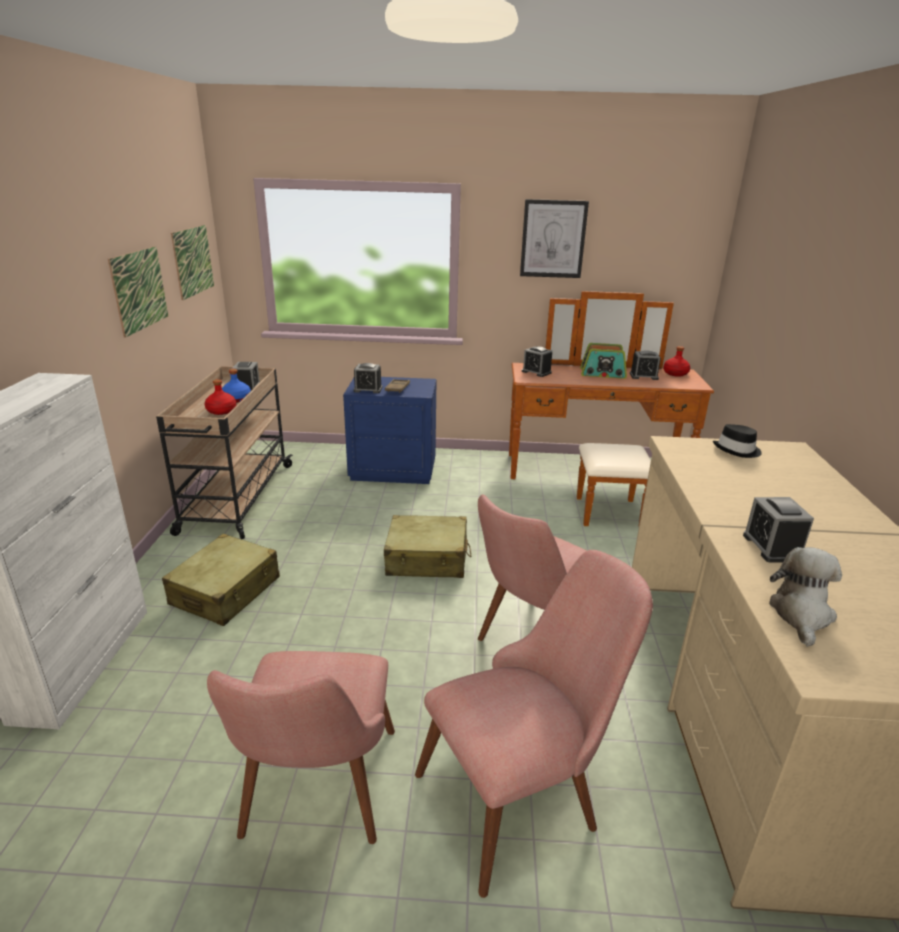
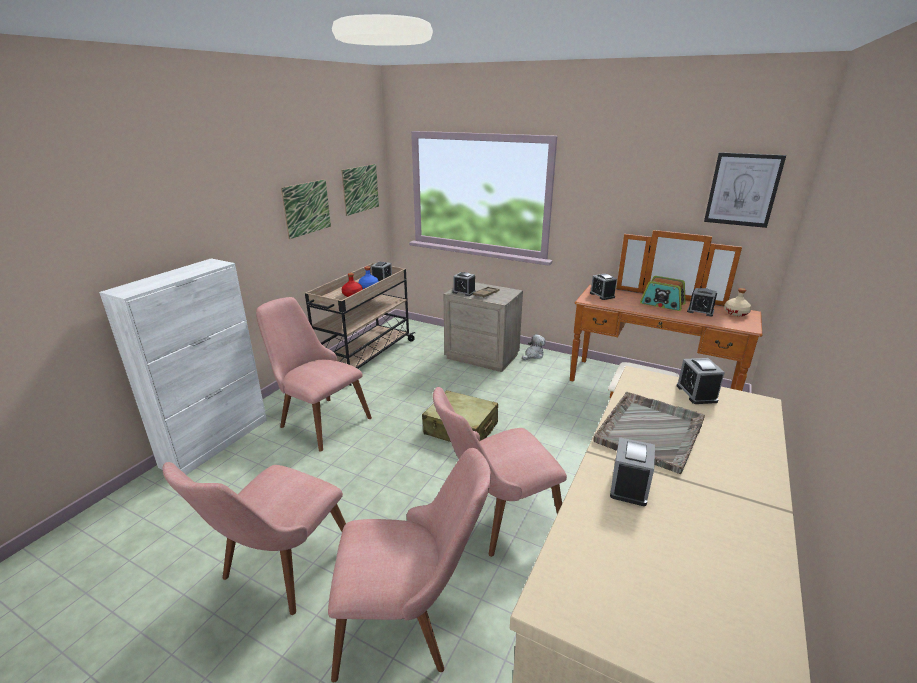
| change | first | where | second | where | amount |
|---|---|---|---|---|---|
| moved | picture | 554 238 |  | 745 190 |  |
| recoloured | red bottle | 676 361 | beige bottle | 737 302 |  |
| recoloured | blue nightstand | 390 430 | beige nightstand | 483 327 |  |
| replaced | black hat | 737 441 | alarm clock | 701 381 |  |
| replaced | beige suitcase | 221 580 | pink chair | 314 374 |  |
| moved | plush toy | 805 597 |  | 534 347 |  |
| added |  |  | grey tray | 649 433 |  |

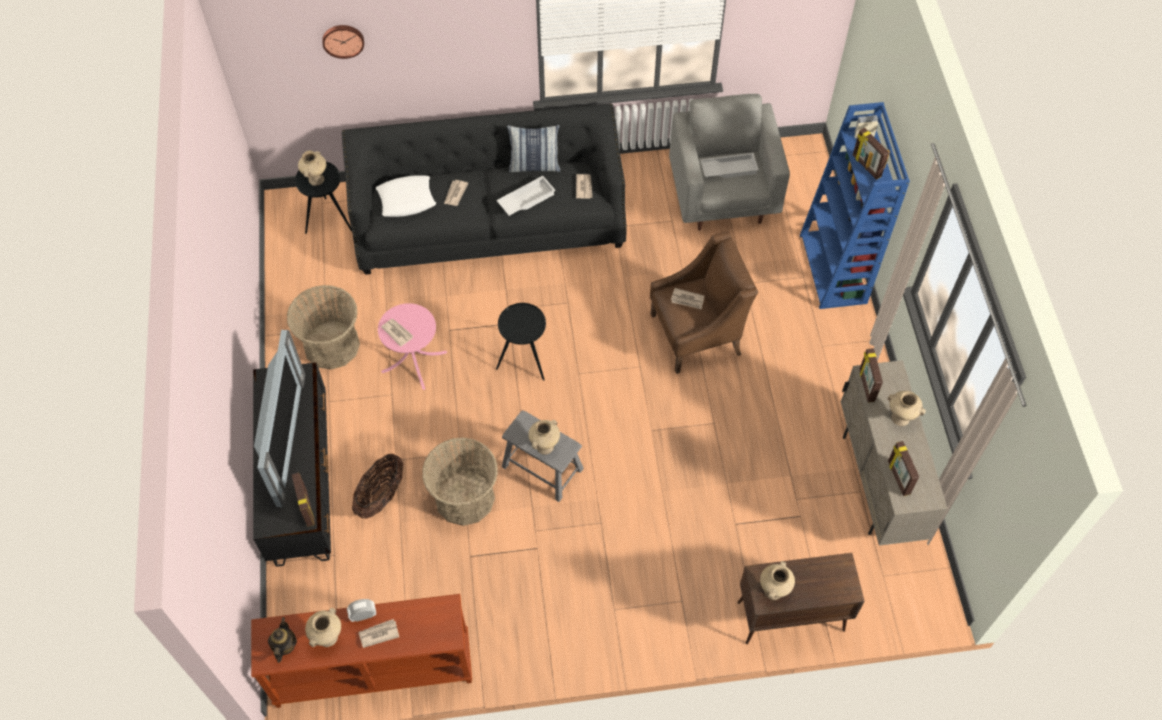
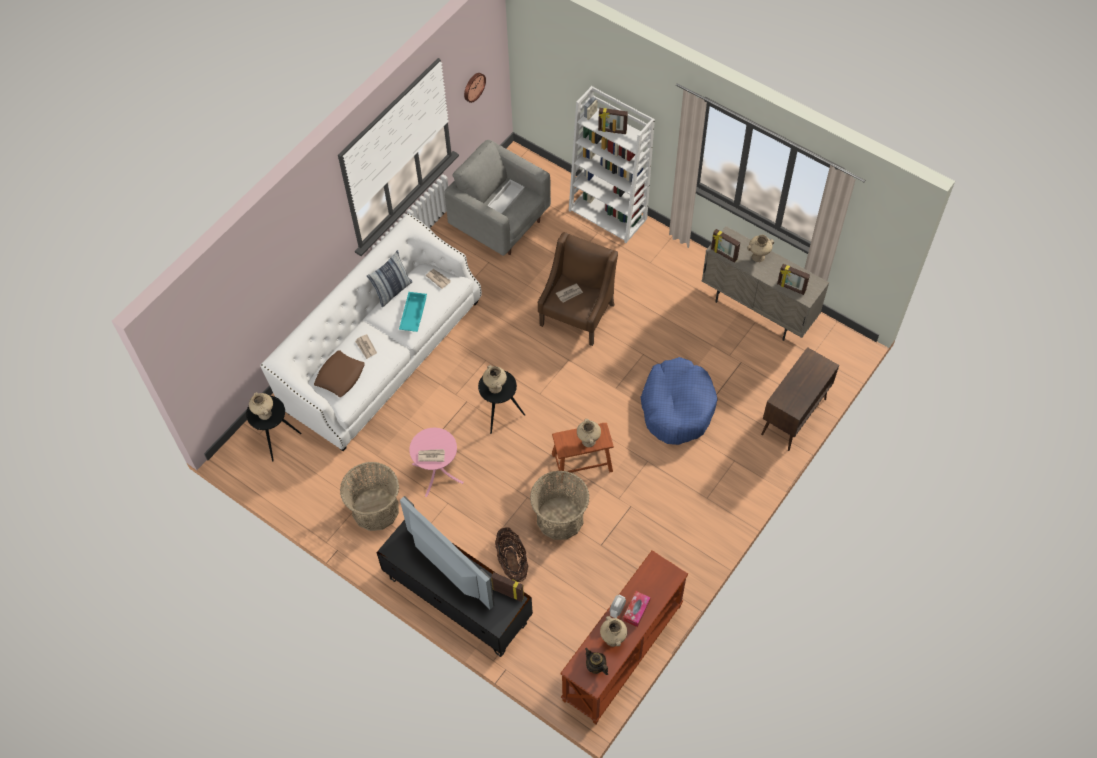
| change | first | where | second | where | amount |
|---|---|---|---|---|---|
| moved | wall clock | 343 42 |  | 475 88 |  |
| recoloured | blue bookcase | 855 205 | white bookcase | 612 164 |  |
| recoloured | black sofa | 484 189 | white sofa | 371 332 |  |
| recoloured | white pillow | 406 196 | brown pillow | 339 373 |  |
| recoloured | white tray | 526 196 | turquoise tray | 413 312 |  |
| recoloured | grey stool | 543 456 | brown stool | 583 453 |  |
| moved | beige vase | 777 580 |  | 495 379 |  |
| replaced | newspaper | 378 633 | tissue box | 637 609 |  |
| added |  |  | blue dog bed | 679 401 |  |

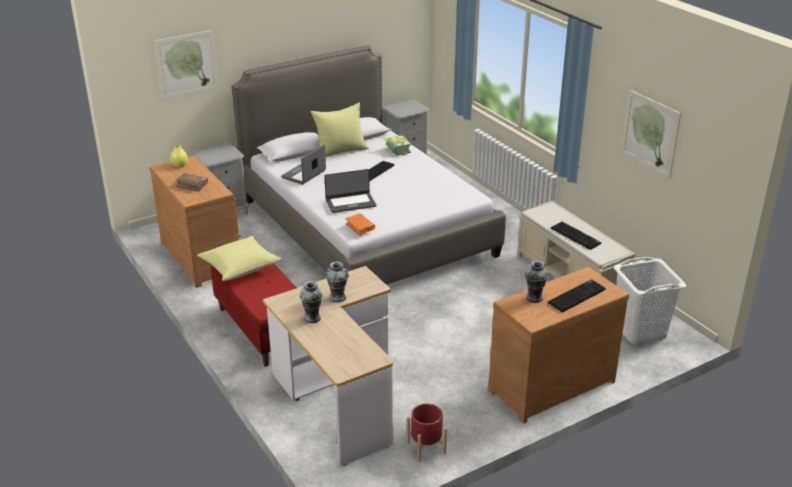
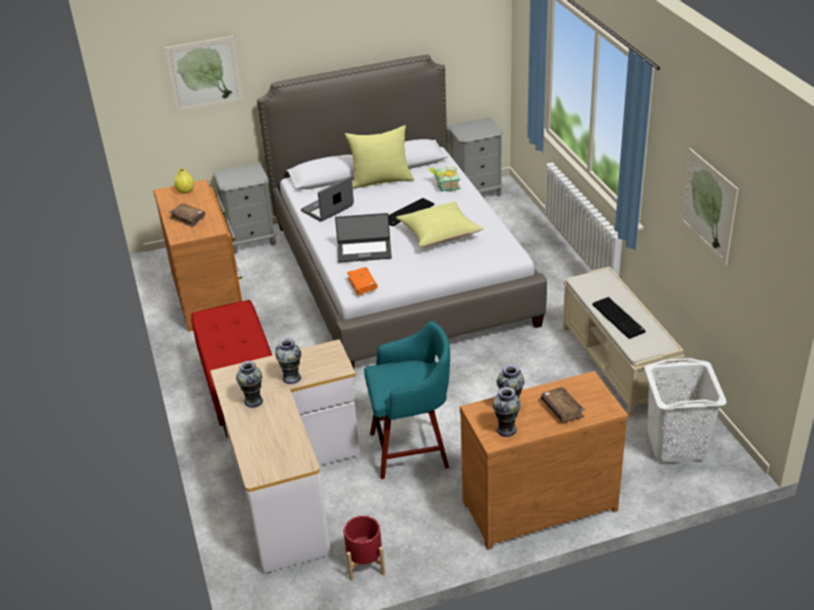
| change | first | where | second | where | amount |
|---|---|---|---|---|---|
| moved | yellow pillow | 239 258 |  | 440 224 |  |
| replaced | keyboard | 576 295 | brown book | 563 405 |  |
| added |  |  | turquoise stool | 407 400 |  |
| added |  |  | vase | 506 412 |  |

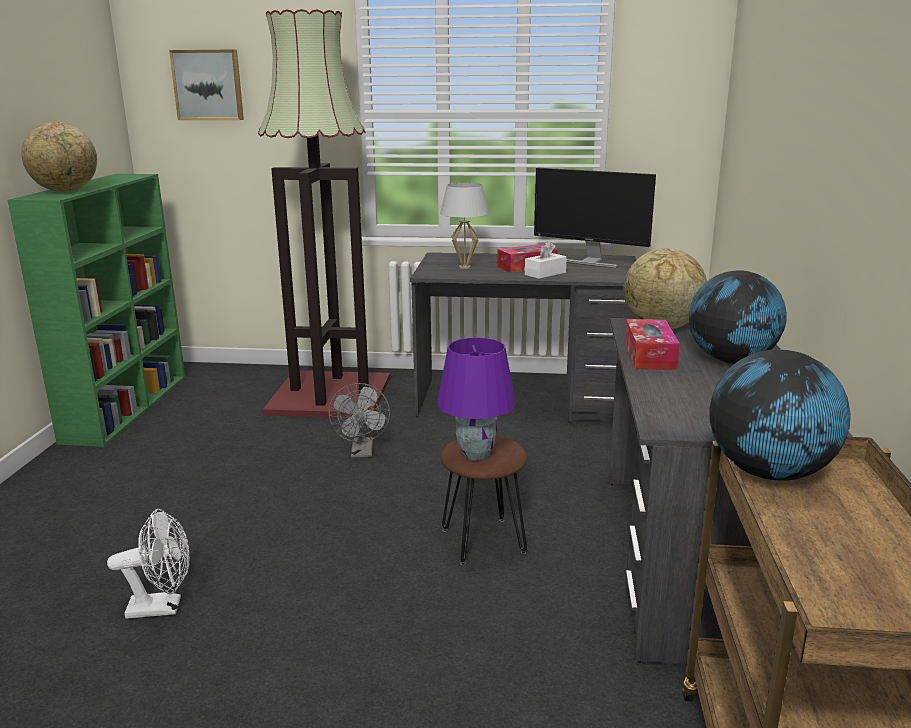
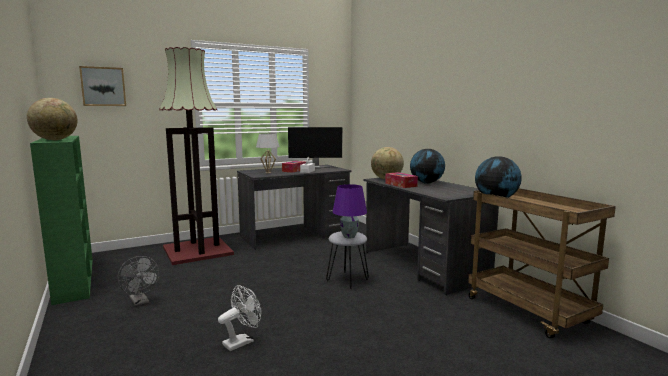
| change | first | where | second | where | amount |
|---|---|---|---|---|---|
| moved | grey fan | 359 420 |  | 138 281 |  |
| recoloured | brown stool | 484 500 | grey stool | 347 260 |  |

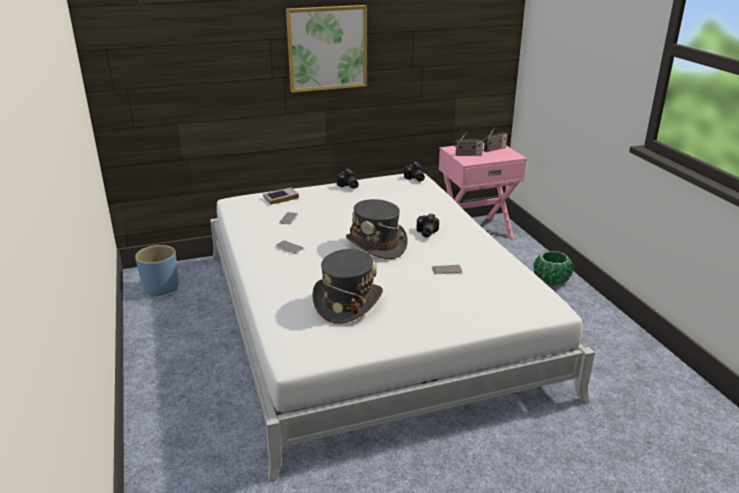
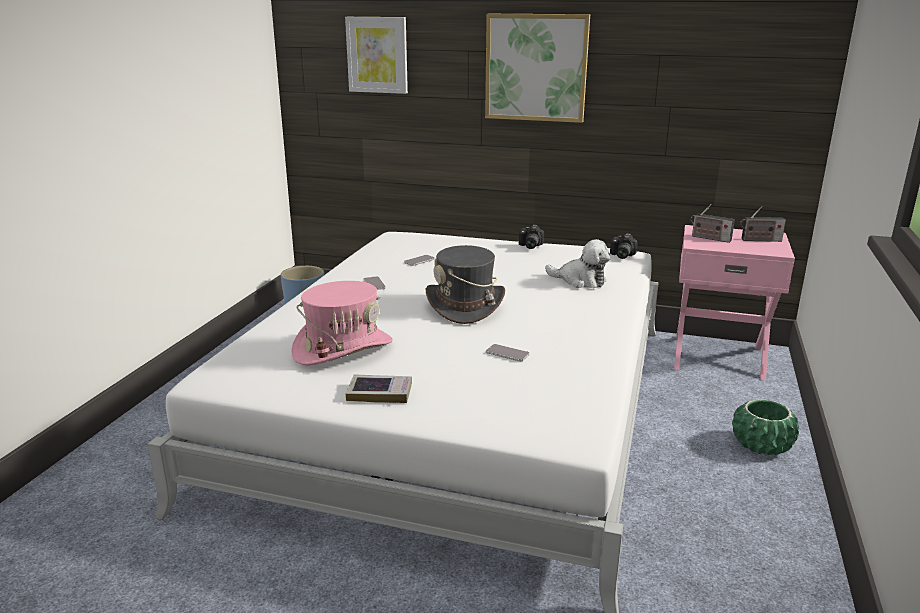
| change | first | where | second | where | amount |
|---|---|---|---|---|---|
| moved | book | 281 196 |  | 379 388 |  |
| removed | photo camera | 428 225 |  |  |  |
| recoloured | grey hat | 347 286 | pink hat | 342 323 |  |
| added |  |  | picture | 376 55 |  |
| added |  |  | plush toy | 578 263 |  |

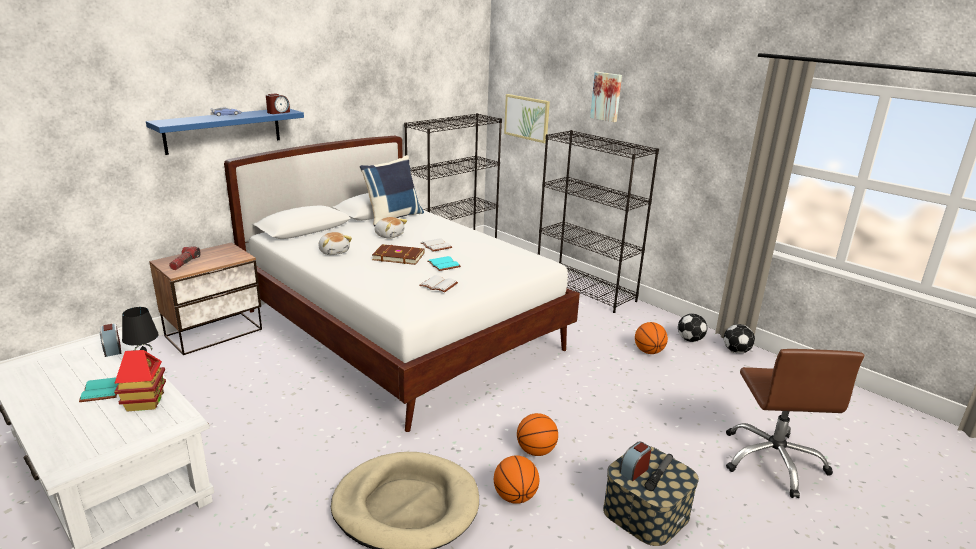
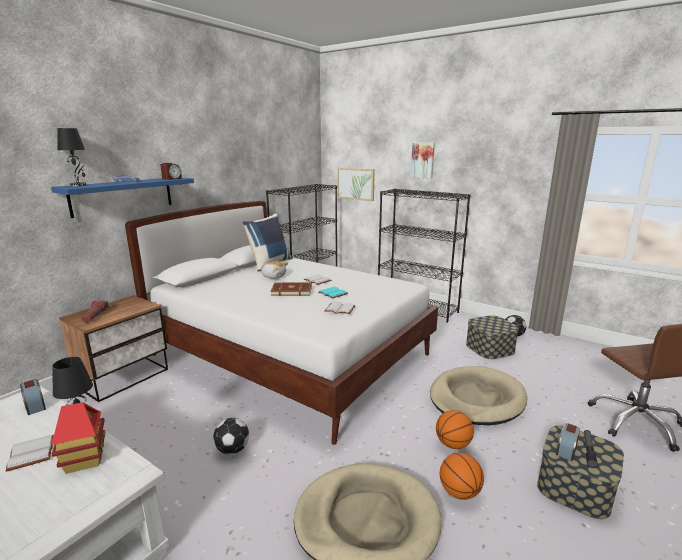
| change | first | where | second | where | amount |
|---|---|---|---|---|---|
| removed | plush toy | 335 243 |  |  |  |
| replaced | basketball | 651 338 | storage box | 492 337 |  |
| moved | football | 739 338 |  | 231 436 |  |
| recoloured | turquoise book | 99 389 | white book | 30 453 |  |
| added |  |  | black table lamp | 71 157 |  |
| added |  |  | beige dog bed | 478 395 |  |

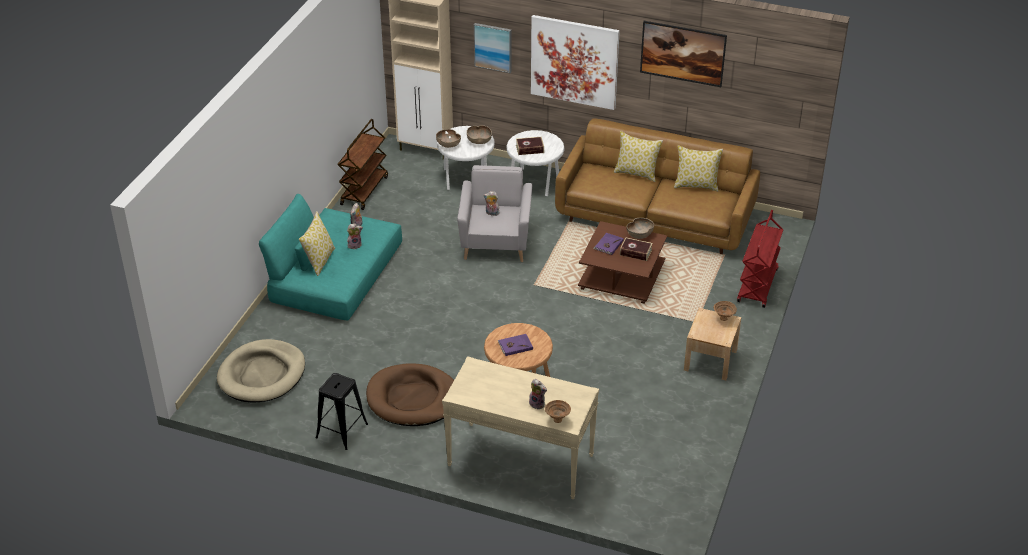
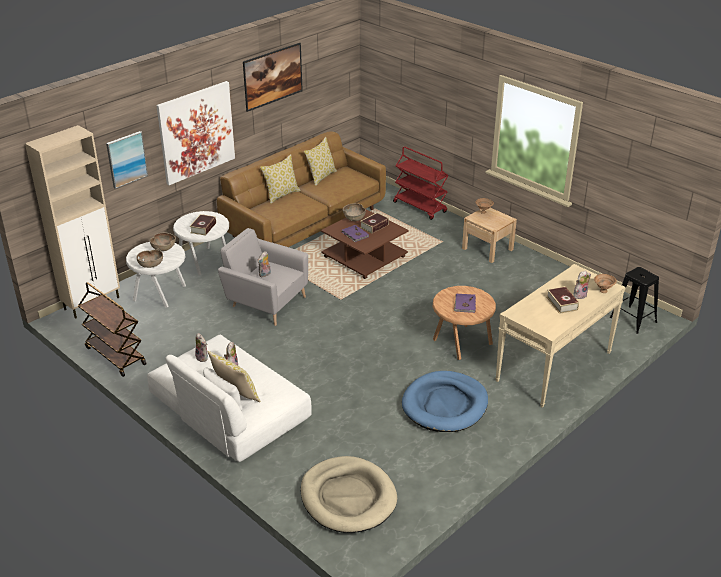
| change | first | where | second | where | amount |
|---|---|---|---|---|---|
| recoloured | turquoise sofa | 330 257 | white sofa | 229 398 |  |
| recoloured | brown dog bed | 410 394 | blue dog bed | 445 401 |  |
| moved | black stool | 342 411 |  | 634 300 |  |
| added |  |  | book | 562 300 |  |

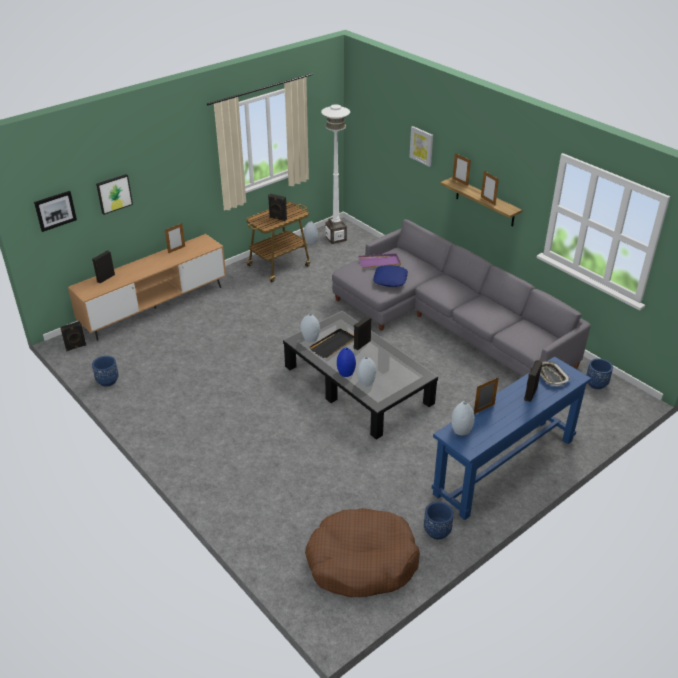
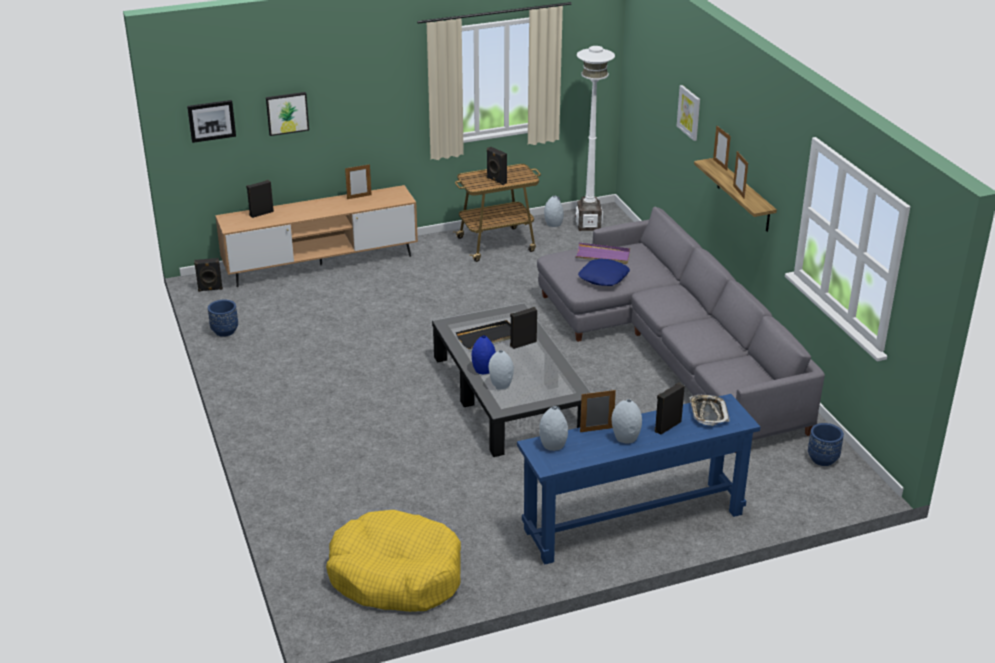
| change | first | where | second | where | amount |
|---|---|---|---|---|---|
| moved | grey vase | 310 328 |  | 627 421 |  |
| removed | blue planter | 439 520 |  |  |  |
| recoloured | brown dog bed | 362 552 | yellow dog bed | 393 561 |  |

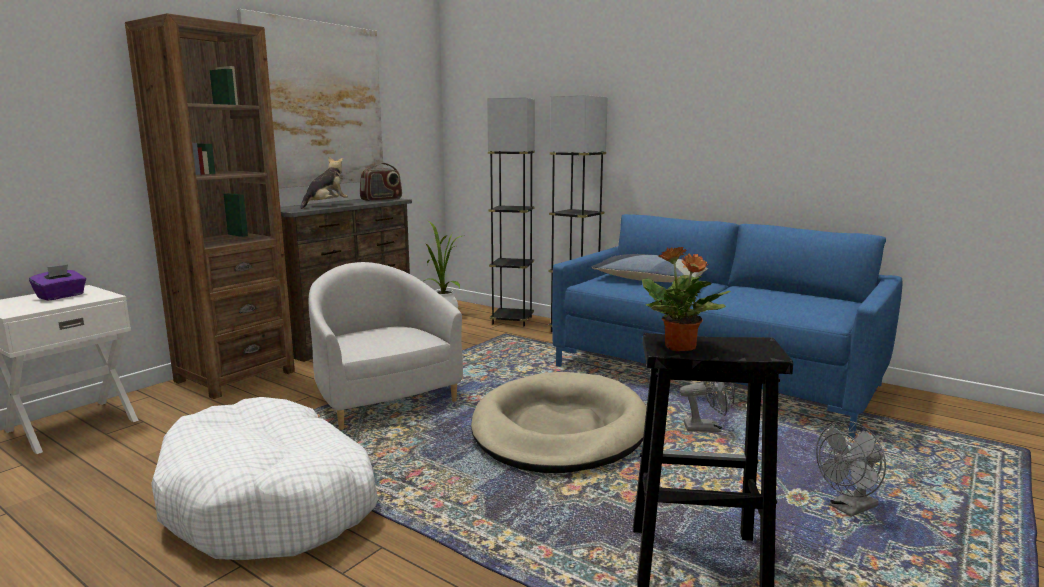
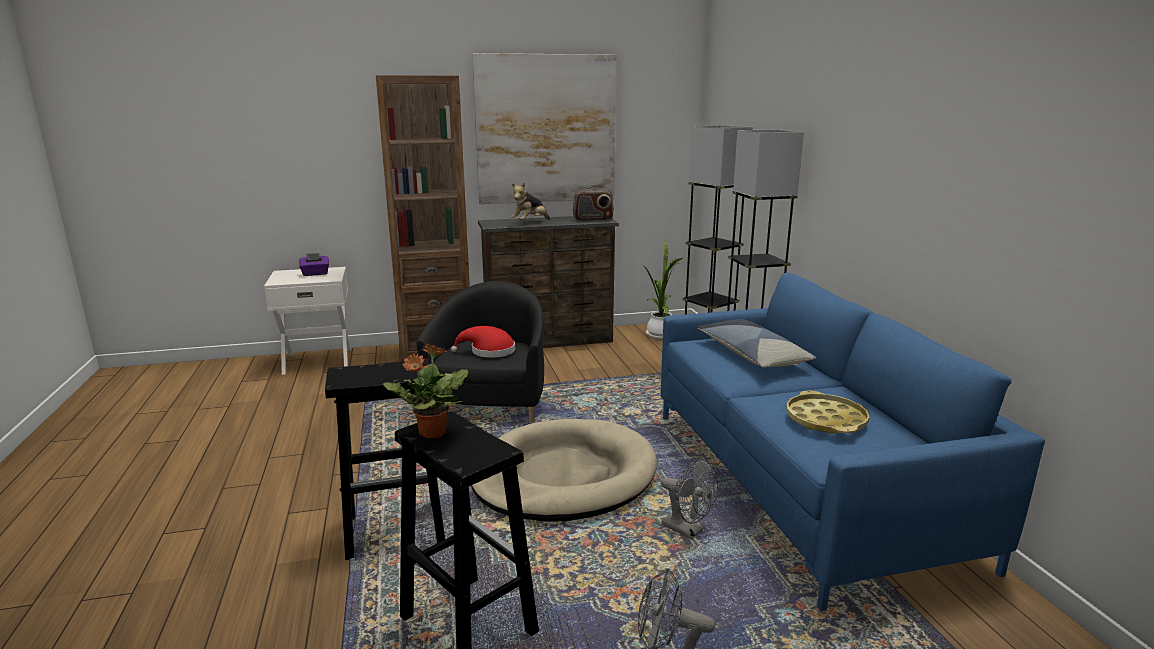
| change | first | where | second | where | amount |
|---|---|---|---|---|---|
| turned | plush toy | 324 182 |  | 530 201 | 150 degrees clockwise |
| recoloured | white armchair | 386 345 | black armchair | 480 351 |  |
| removed | white dog bed | 264 478 |  |  |  |
| added |  |  | red hat | 483 342 |  |
| added |  |  | black stool | 385 459 |  |
| added |  |  | yellow tray | 827 412 |  |

